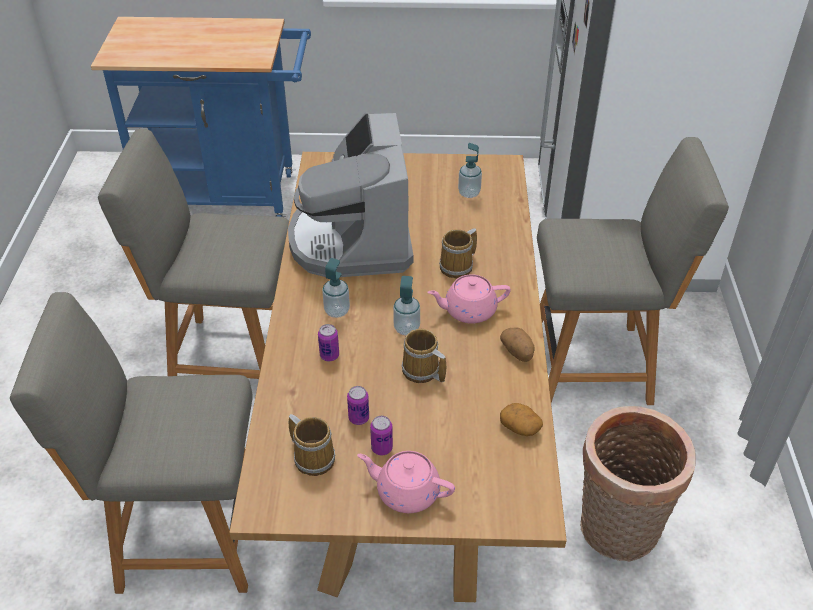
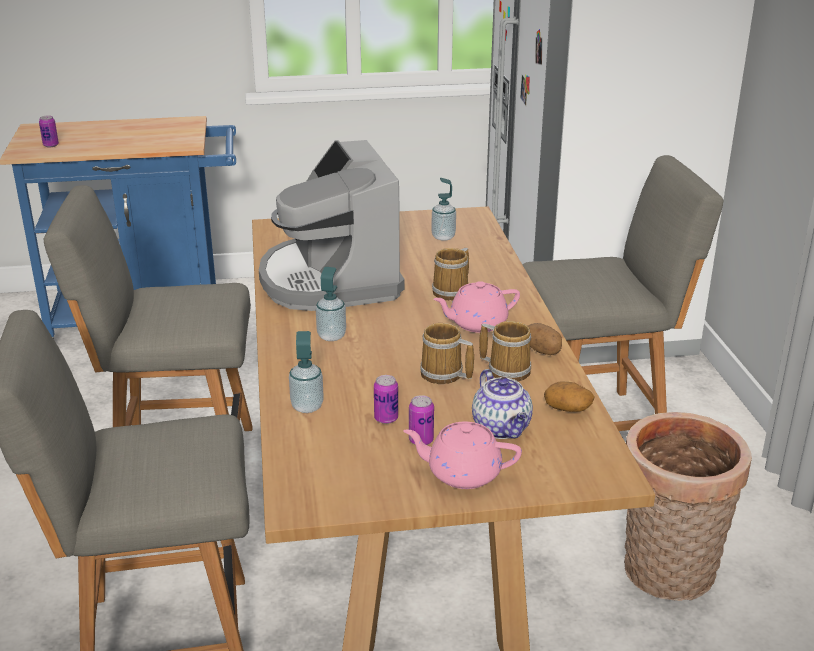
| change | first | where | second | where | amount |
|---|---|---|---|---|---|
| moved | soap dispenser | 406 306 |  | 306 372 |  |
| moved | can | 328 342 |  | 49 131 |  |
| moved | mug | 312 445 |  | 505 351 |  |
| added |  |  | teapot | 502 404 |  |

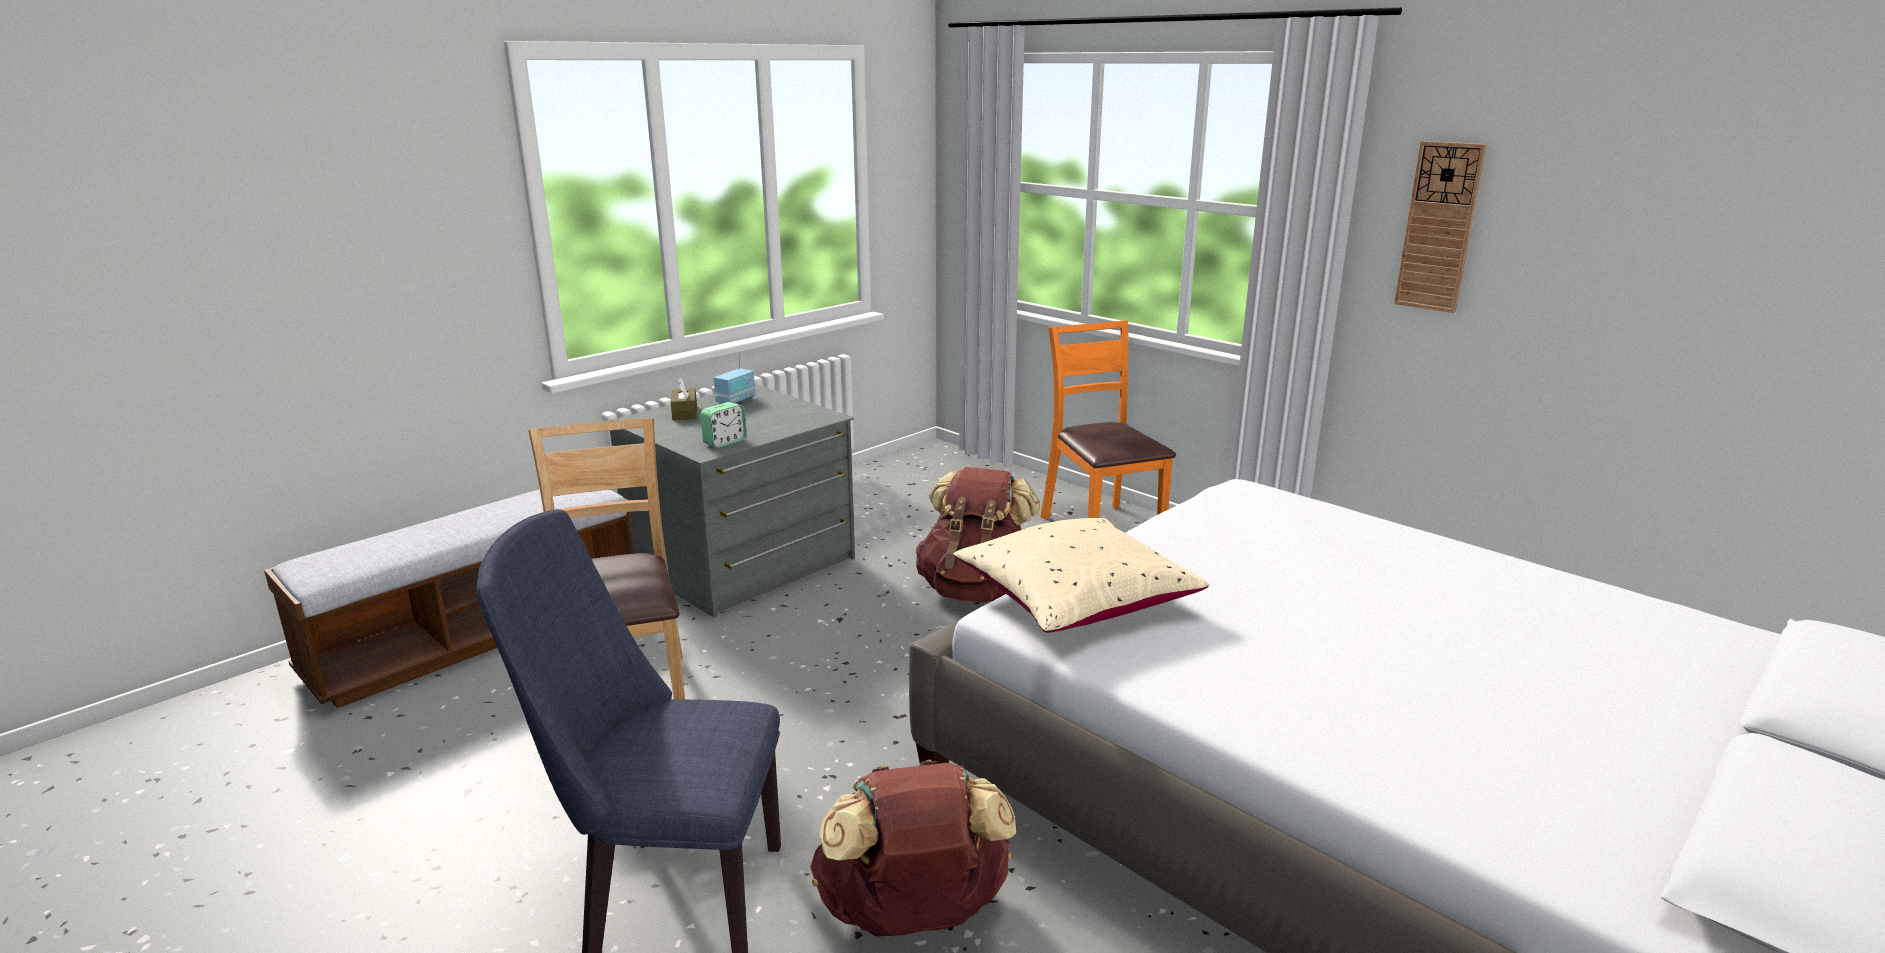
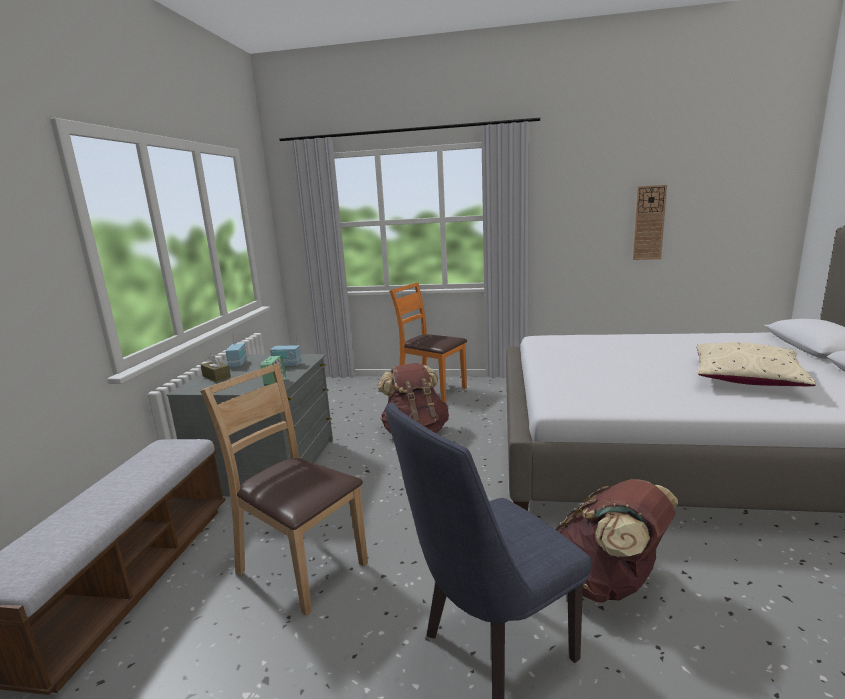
| change | first | where | second | where | amount |
|---|---|---|---|---|---|
| moved | wall clock | 1440 227 |  | 650 222 |  |
| moved | beige pillow | 1081 575 |  | 756 364 |  |
| added |  |  | radio | 286 350 |  |

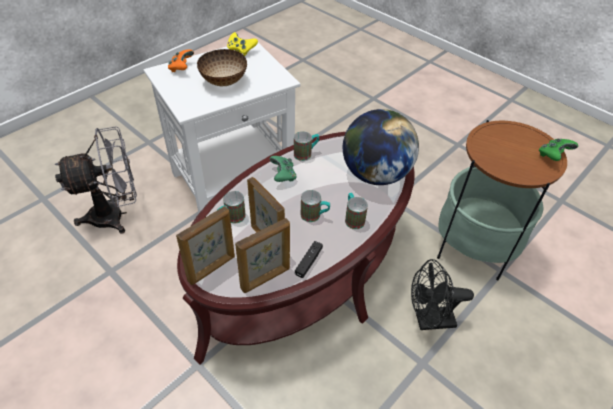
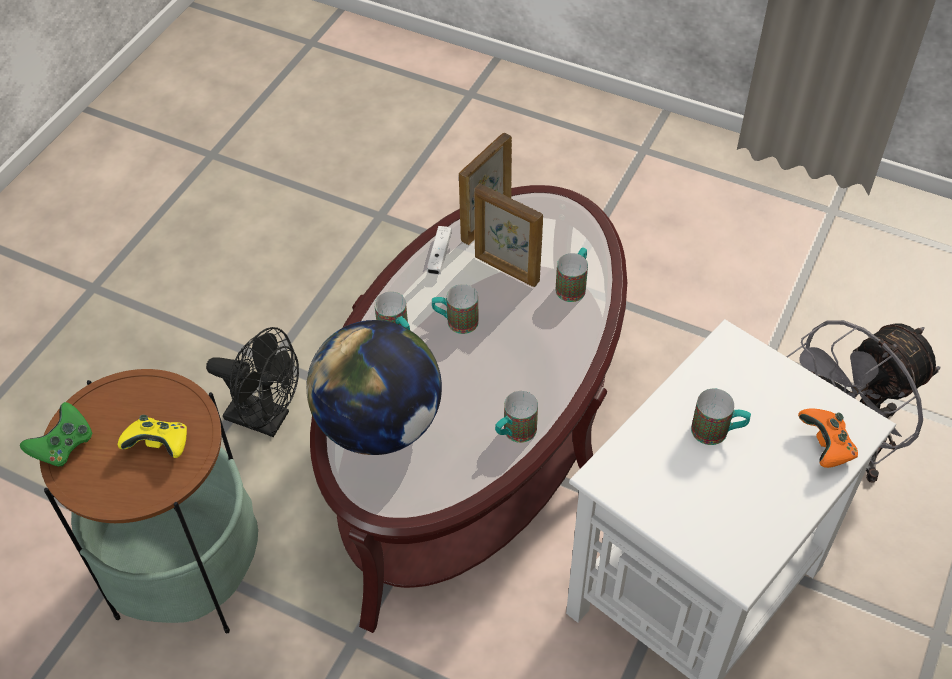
| change | first | where | second | where | amount |
|---|---|---|---|---|---|
| moved | yellow game controller | 242 44 |  | 152 436 |  |
| replaced | bowl | 222 67 | mug | 721 416 |  |
| removed | green game controller | 283 169 |  |  |  |
| removed | picture frame | 205 245 |  |  |  |
| recoloured | black game controller | 309 259 | white game controller | 439 250 |  |
| turned | black fan | 442 294 |  | 252 382 | 45 degrees clockwise |

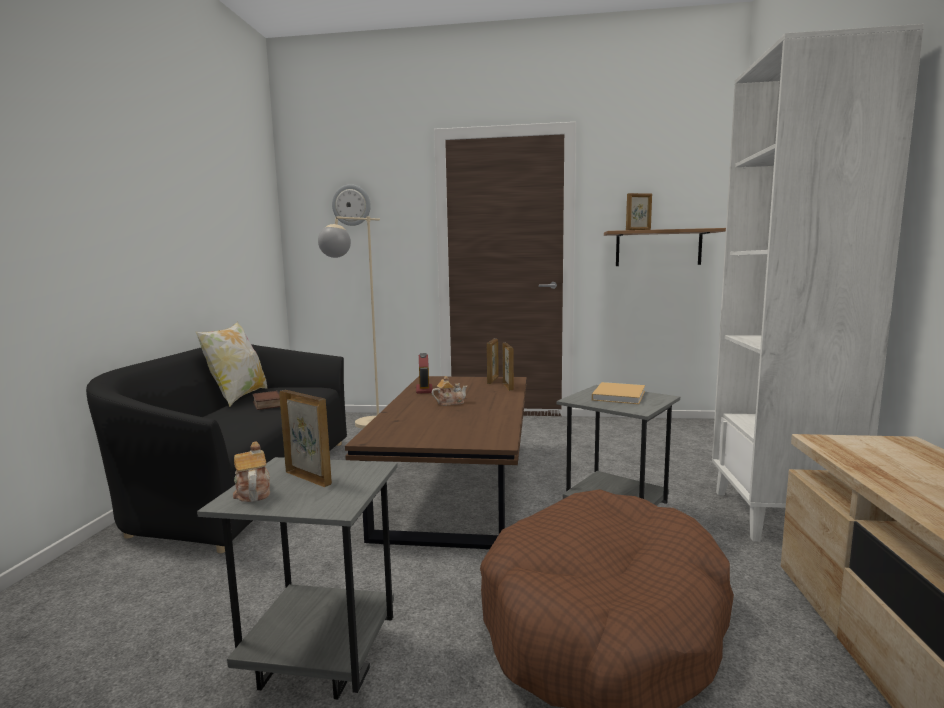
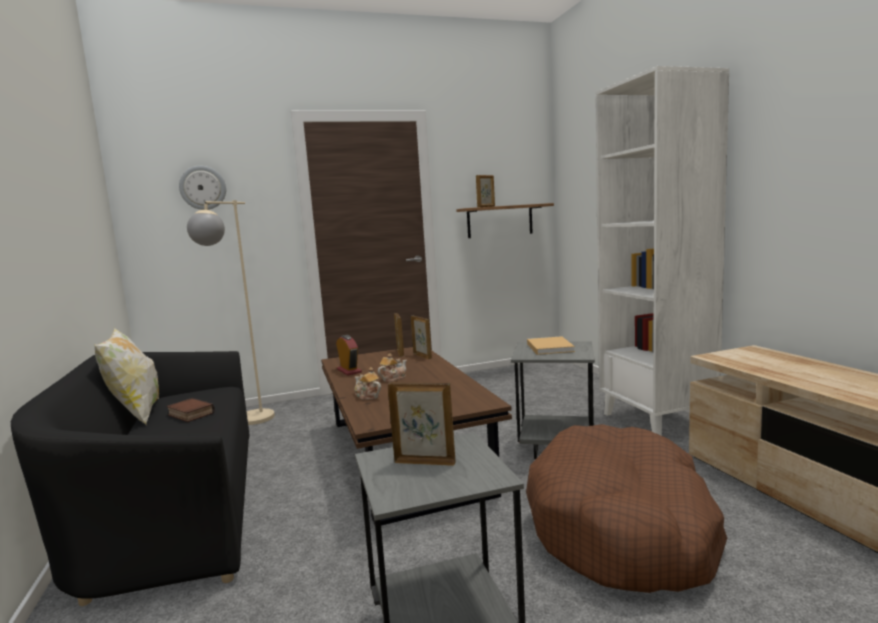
| change | first | where | second | where | amount |
|---|---|---|---|---|---|
| moved | teapot | 251 471 |  | 368 383 |  |

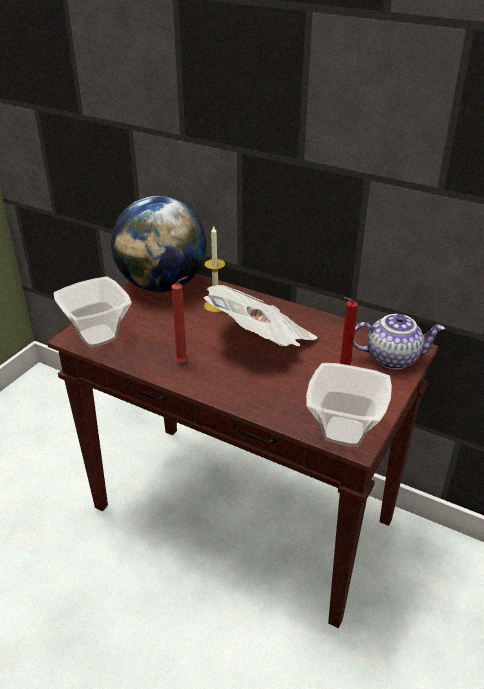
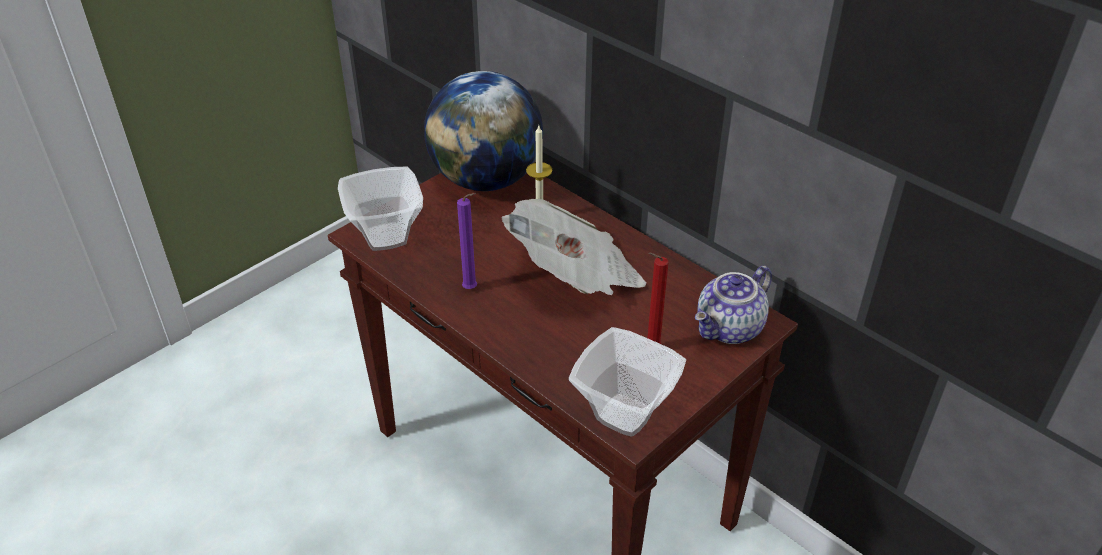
| change | first | where | second | where | amount |
|---|---|---|---|---|---|
| recoloured | red candle | 179 320 | purple candle | 467 241 |  |
| turned | teapot | 399 342 |  | 733 305 | 120 degrees clockwise |

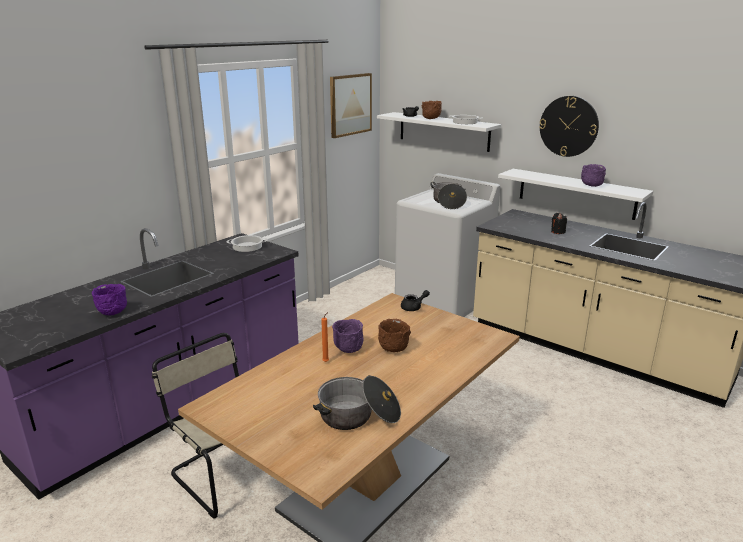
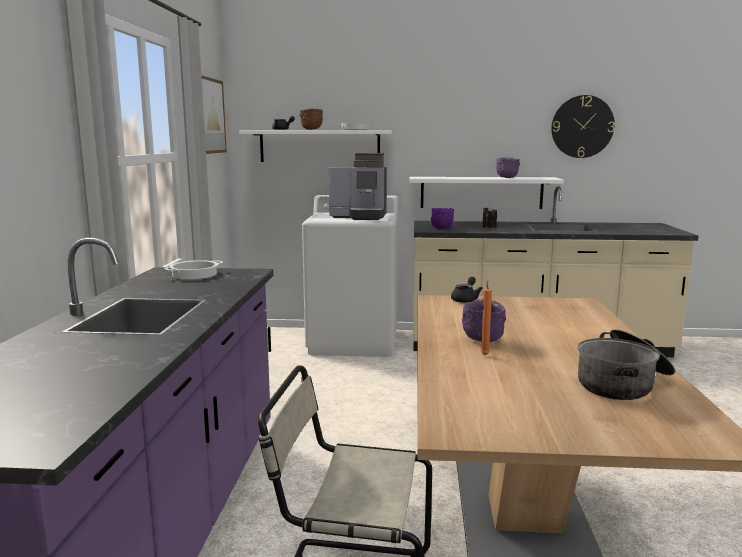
| change | first | where | second | where | amount |
|---|---|---|---|---|---|
| moved | wall clock | 569 126 |  | 583 126 |  |
| replaced | cooking pot | 448 195 | coffee machine | 358 186 |  |
| moved | purple bowl | 109 300 |  | 442 218 |  |
| removed | brown bowl | 394 335 |  |  |  |

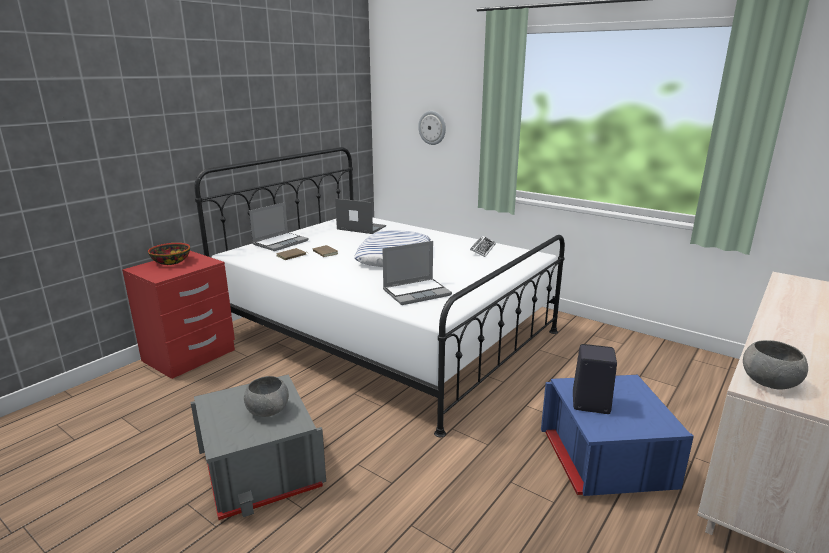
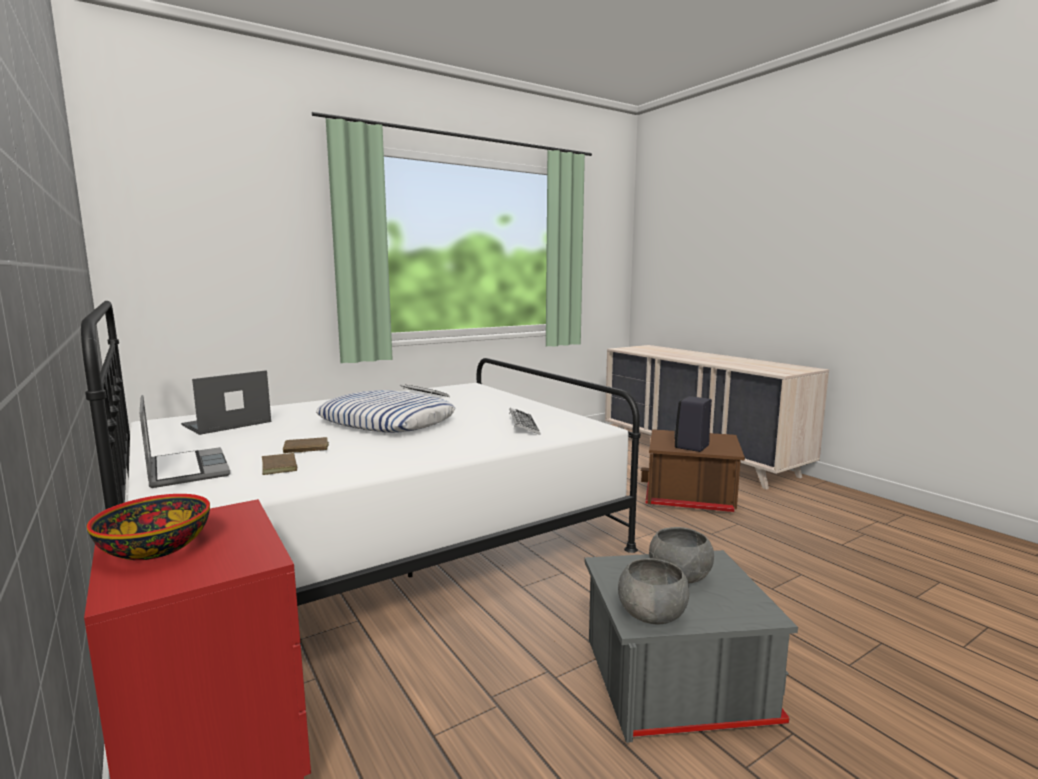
| change | first | where | second | where | amount |
|---|---|---|---|---|---|
| removed | wall clock | 432 128 |  |  |  |
| replaced | laptop | 417 273 | keyboard | 524 421 |  |
| moved | grey bowl | 775 365 |  | 653 591 |  |
| recoloured | blue storage box | 617 435 | brown storage box | 693 470 |  |

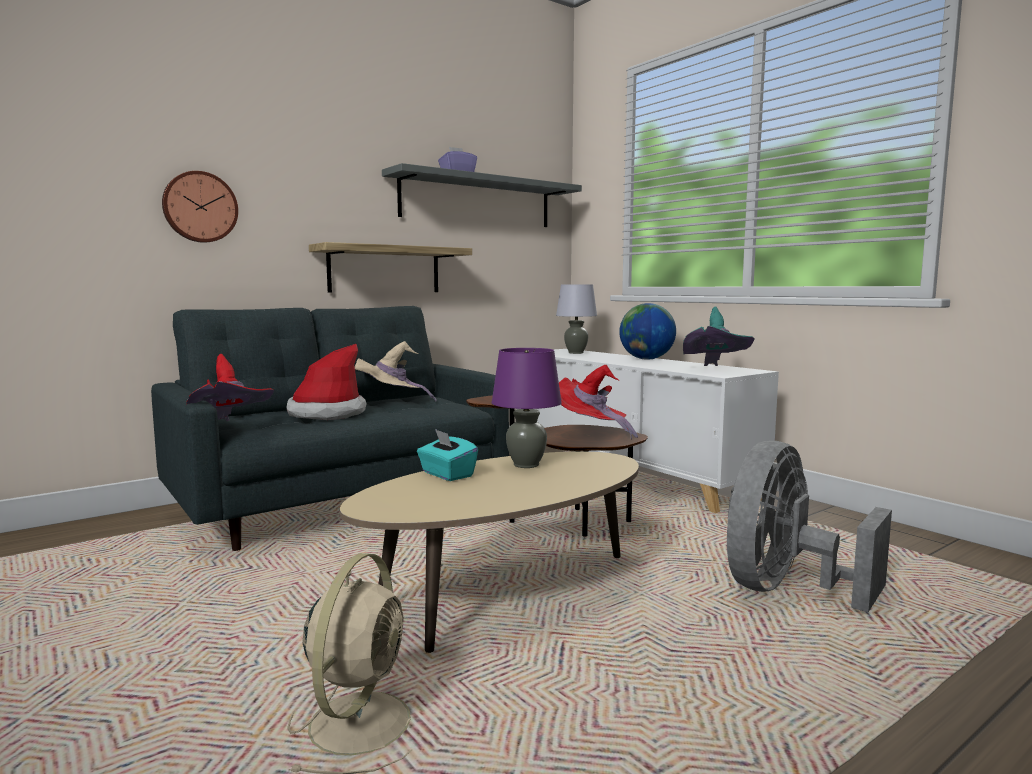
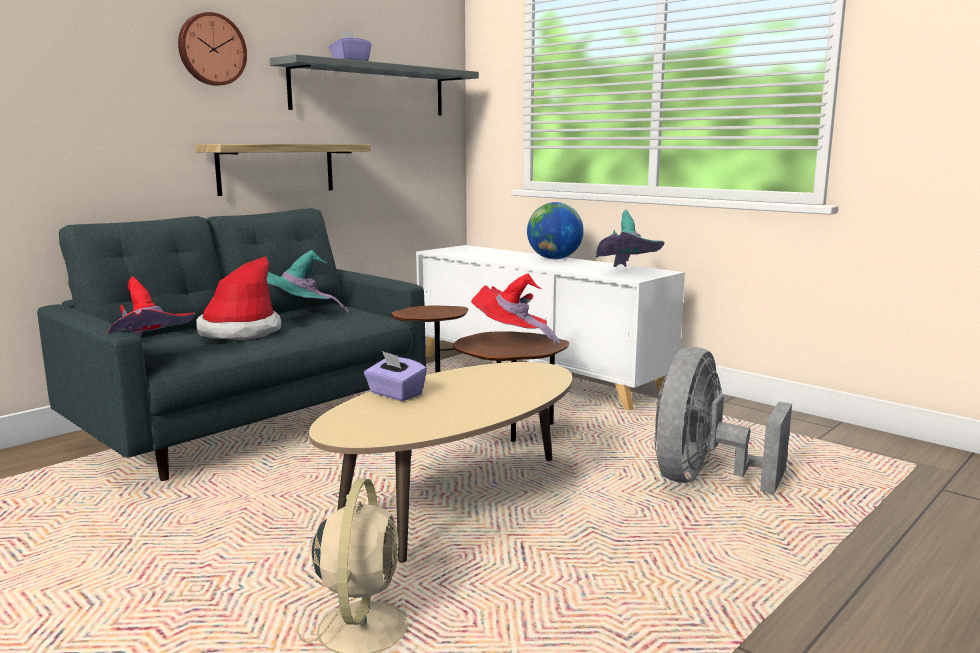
| change | first | where | second | where | amount |
|---|---|---|---|---|---|
| moved | wall clock | 200 207 |  | 212 49 |  |
| removed | grey table lamp | 576 319 |  |  |  |
| recoloured | beige hat | 396 371 | turquoise hat | 307 281 |  |
| removed | purple table lamp | 527 408 |  |  |  |
| recoloured | turquoise tissue box | 447 455 | purple tissue box | 395 376 |  |

